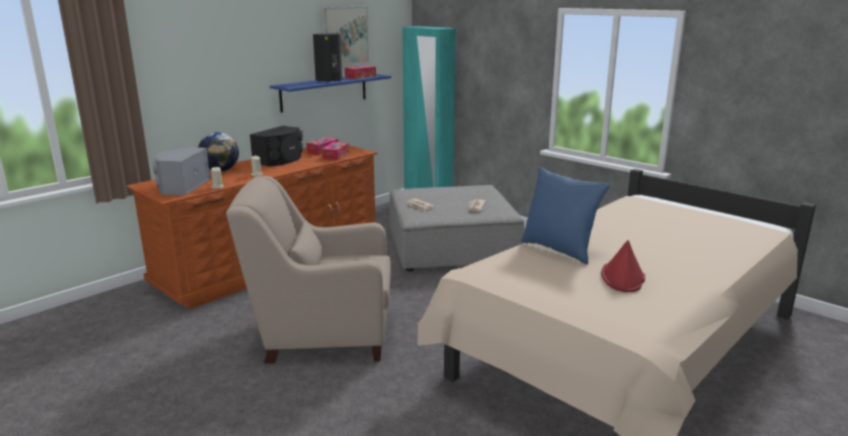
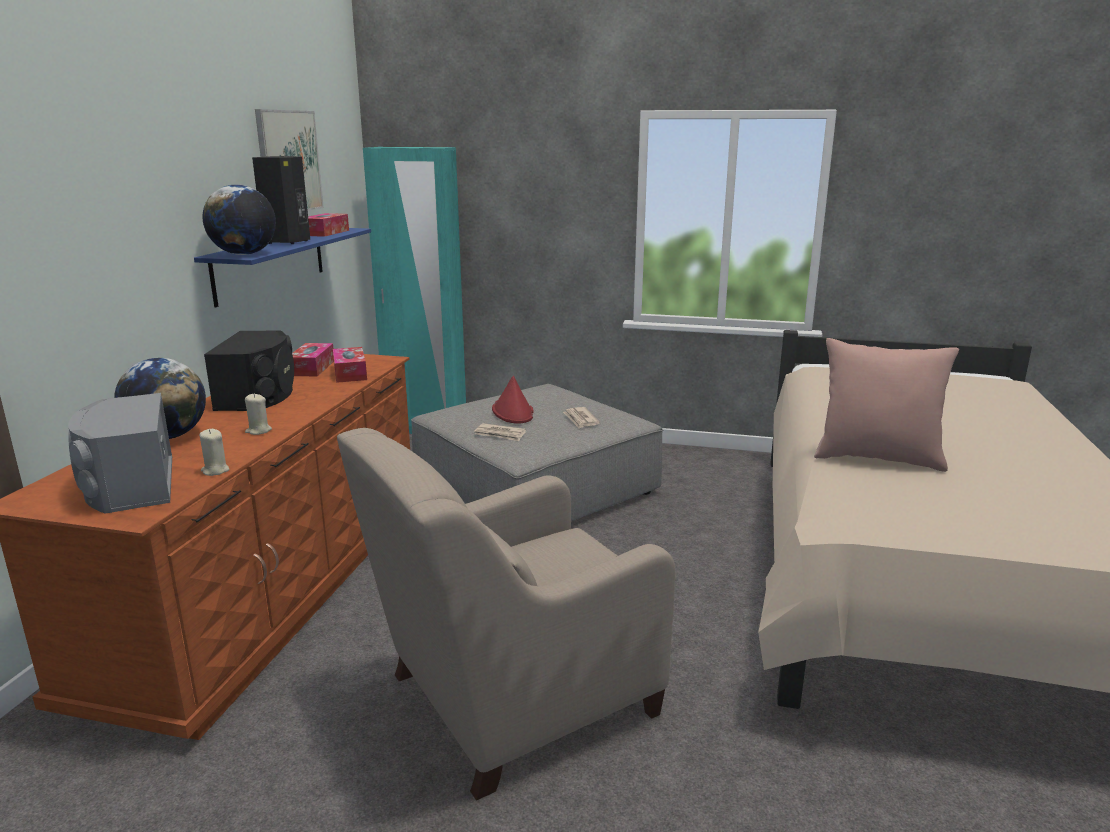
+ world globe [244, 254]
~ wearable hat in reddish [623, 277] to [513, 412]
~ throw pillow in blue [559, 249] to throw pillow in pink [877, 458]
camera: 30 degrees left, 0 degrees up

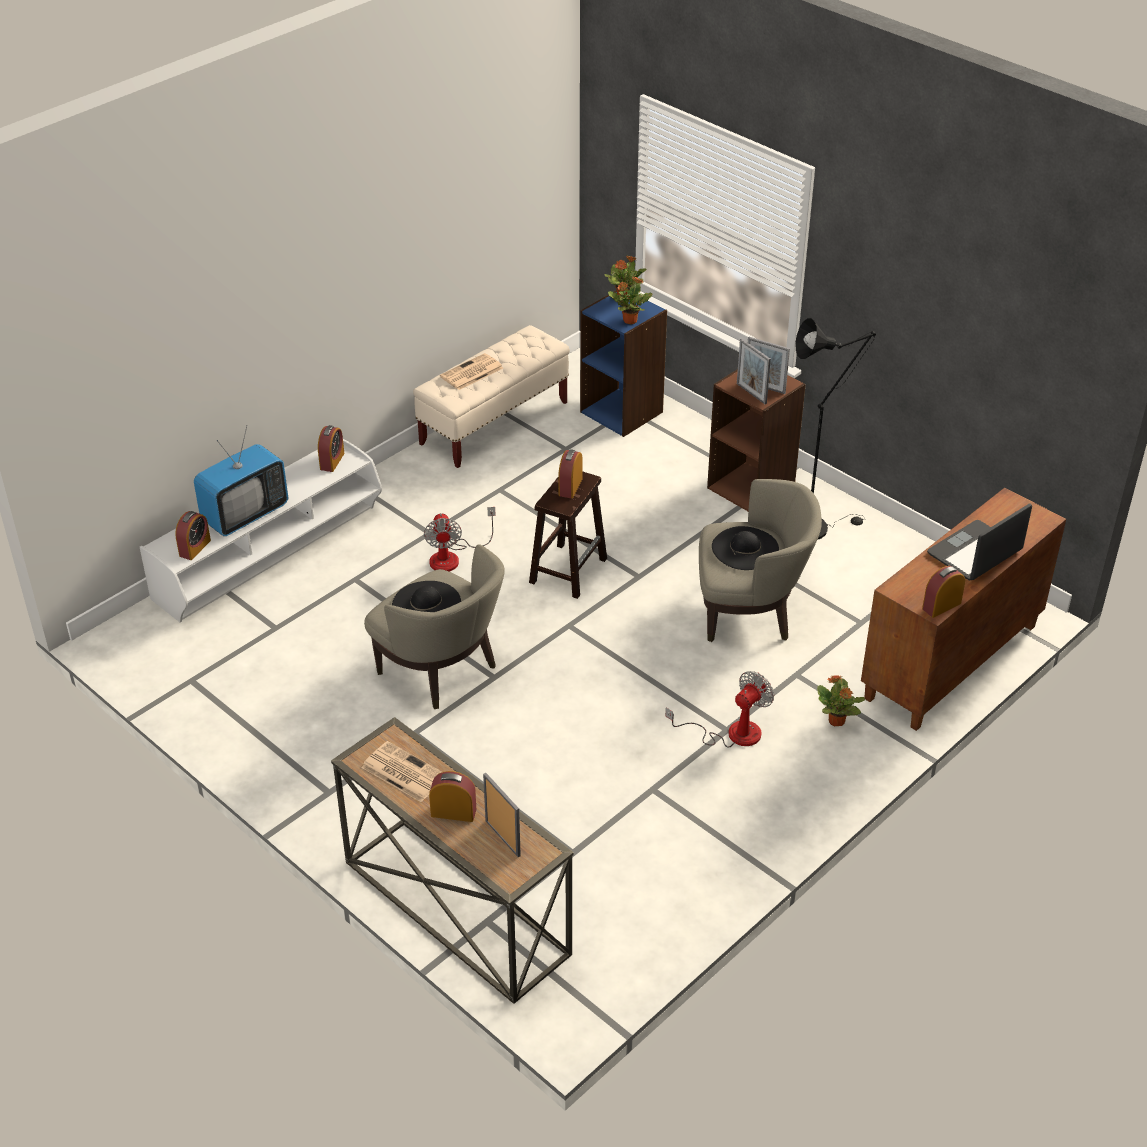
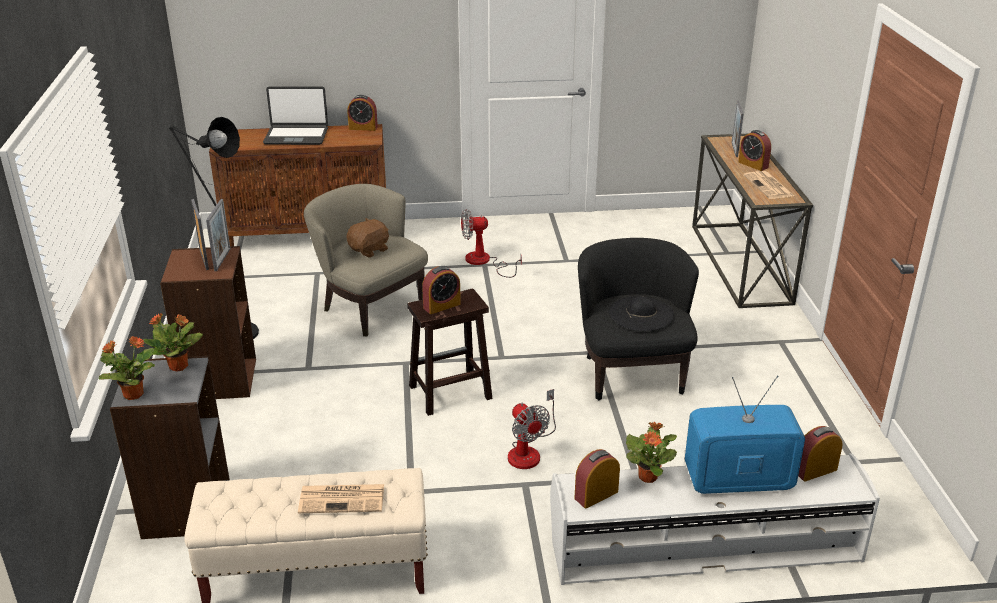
~ shelving unit in blue [622, 412] to shelving unit in grey [185, 509]
~ wearable hat in black-coloured [745, 548] to plush toy in brown [369, 250]
~ fan [452, 557] = [529, 451] 120 degrees clockwise
~ armchair in beige-coloured [441, 671] to armchair in black-coloured [631, 373]
~ potted plant [836, 721] to [648, 476]
camera: 140 degrees left, 10 degrees down

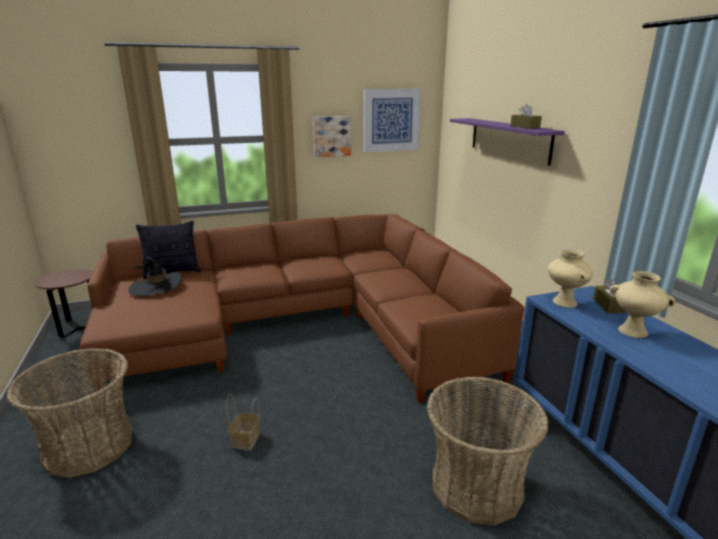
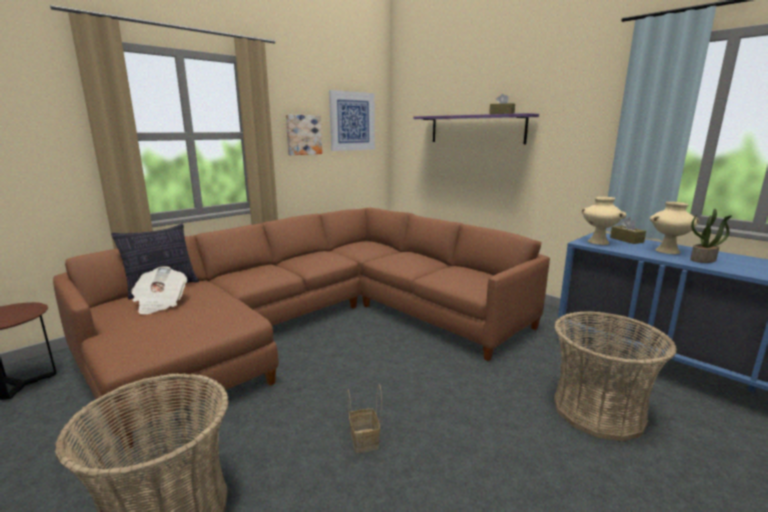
~ wearable hat in black-coloured [156, 287] to printed paper [160, 303]
+ potted plant [703, 260]
camera: 25 degrees left, 5 degrees down

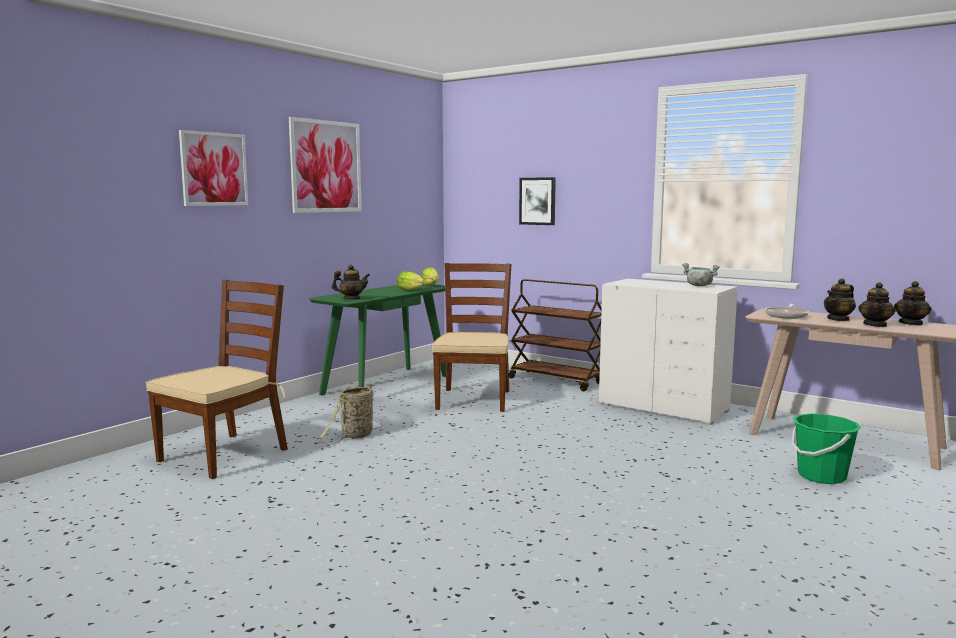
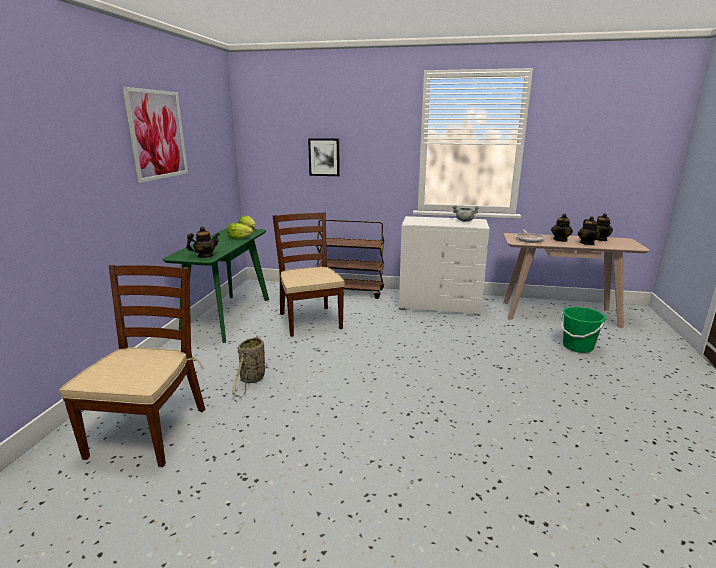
- wall picture [214, 169]
camera: 25 degrees left, 10 degrees up

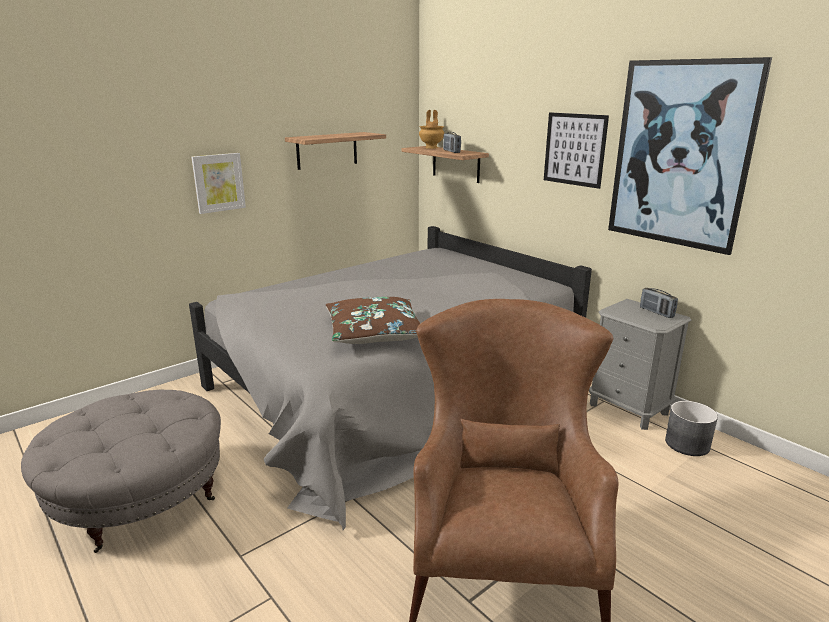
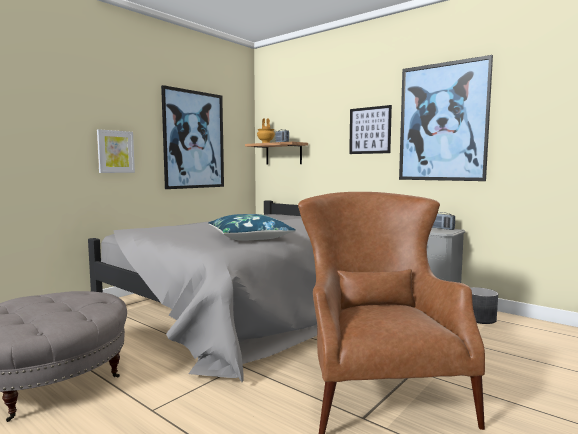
~ wall shelf [327, 150] to wall picture [194, 140]
~ throw pillow in brown [374, 332] to throw pillow in blue [250, 237]
camera: 10 degrees left, 15 degrees down

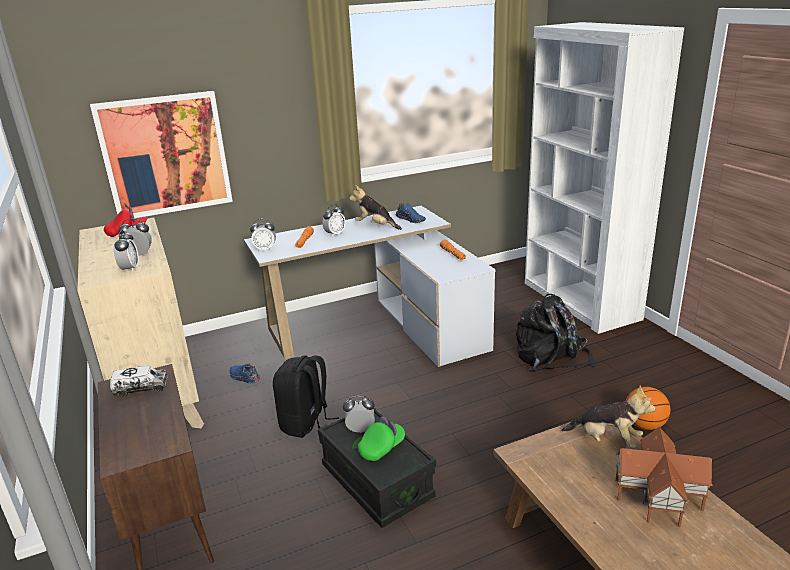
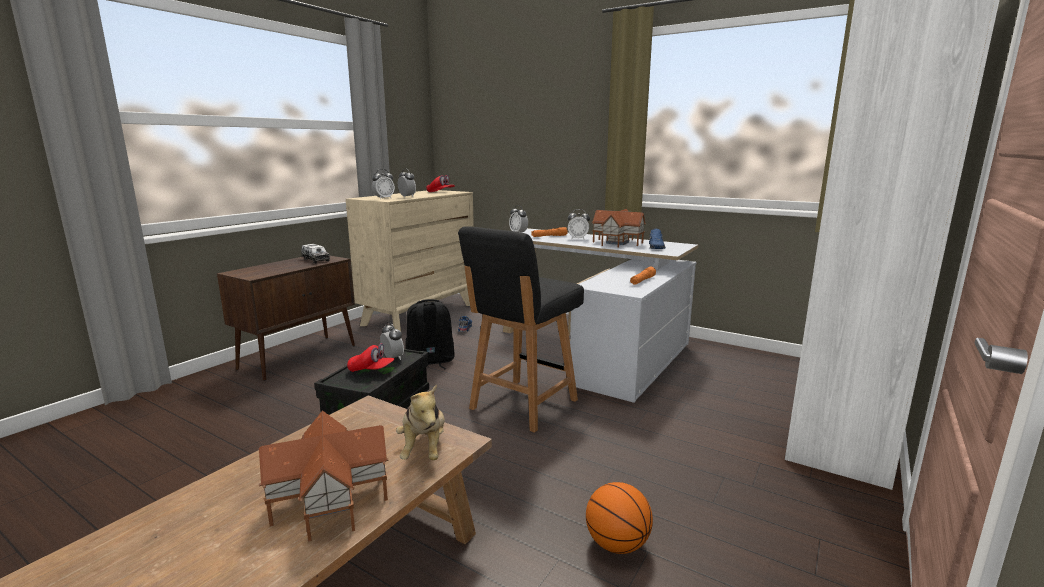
~ baseball cap in green [382, 448] to baseball cap in reddish [371, 370]
+ chair in black-coloured [522, 405]
~ plush toy [375, 226] to model house [618, 243]
- wall picture [165, 155]
- rucksack in black-coloured [551, 357]
camera: 55 degrees right, 10 degrees down

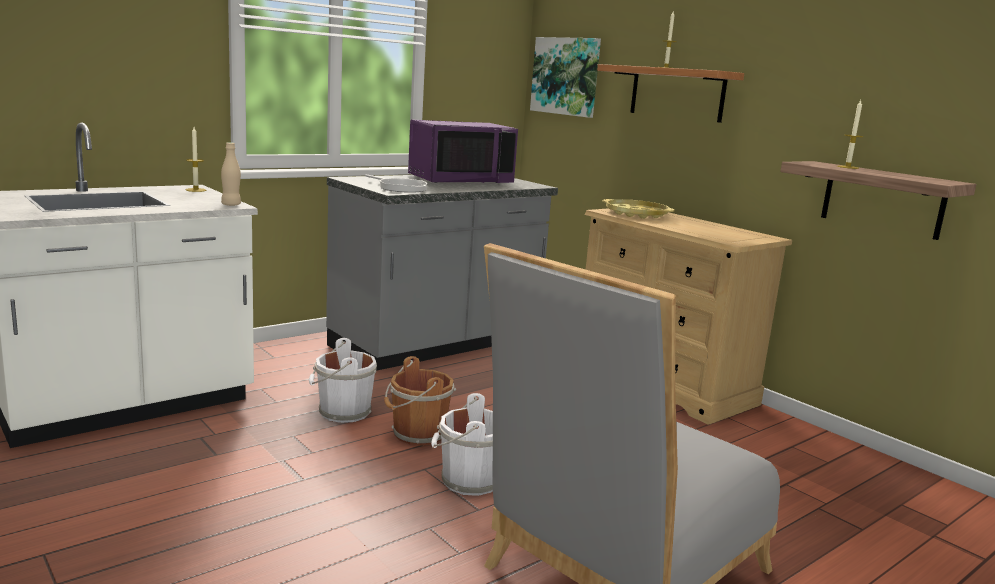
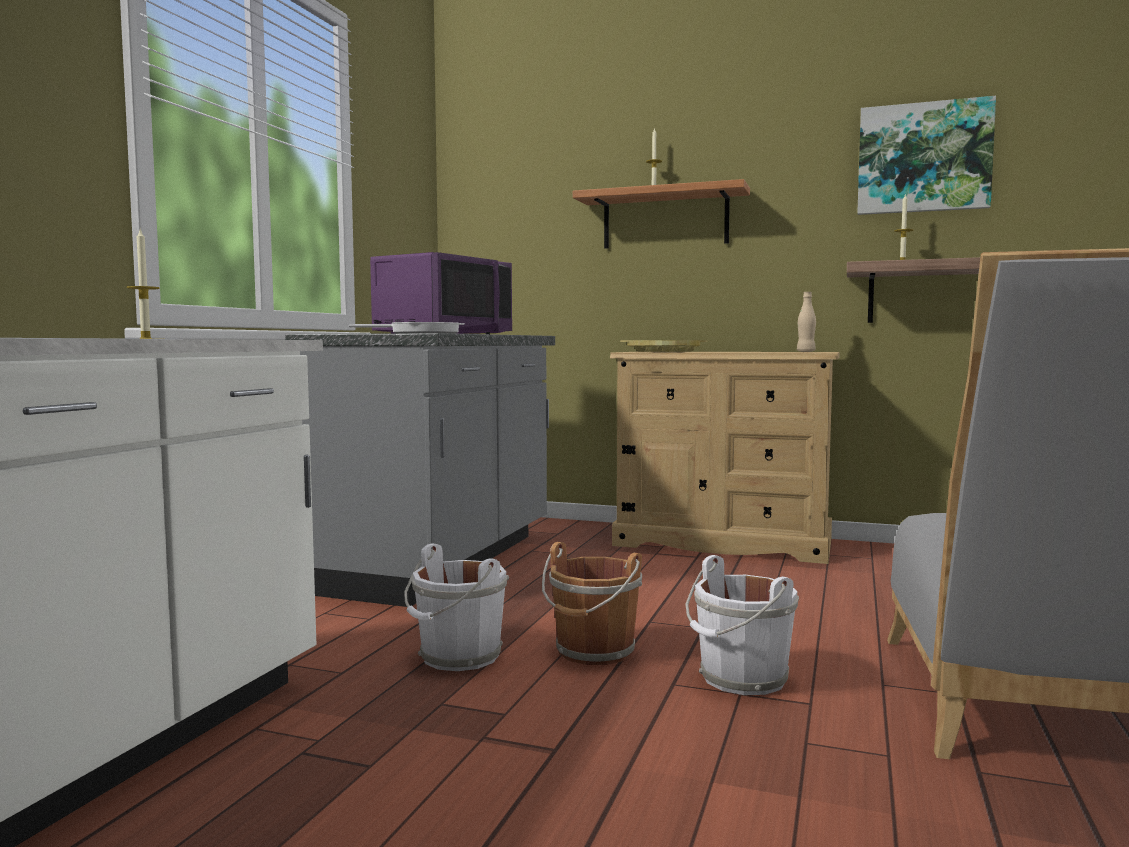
~ beverage bottle in beige-coloured [231, 205] to [806, 351]
~ wall picture [566, 76] to [923, 158]
camera: 30 degrees left, 10 degrees down

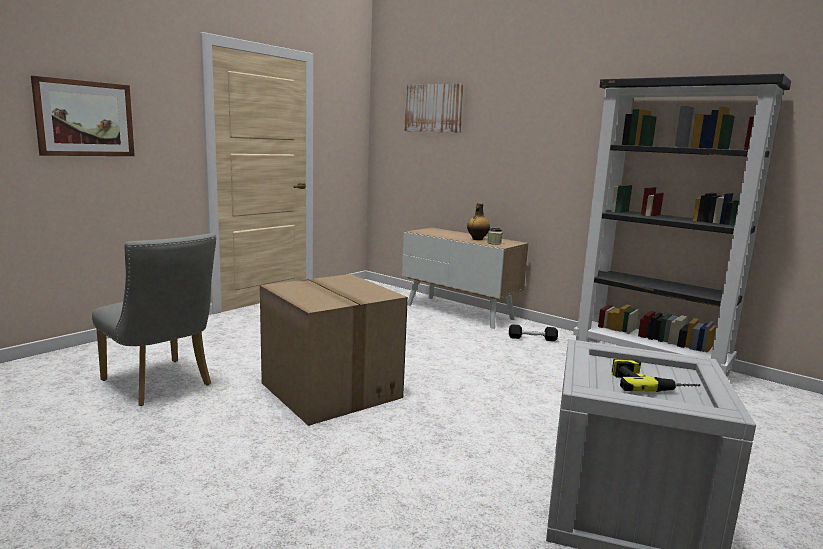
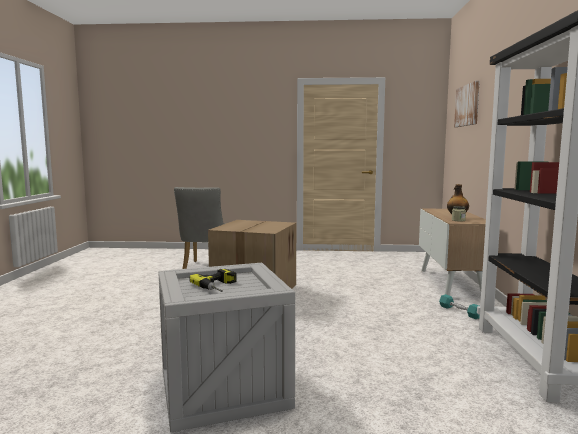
~ dumbbell in black-coloured [532, 338] to dumbbell in blue-green [459, 312]
- wall picture [85, 118]
camera: 55 degrees right, 5 degrees down

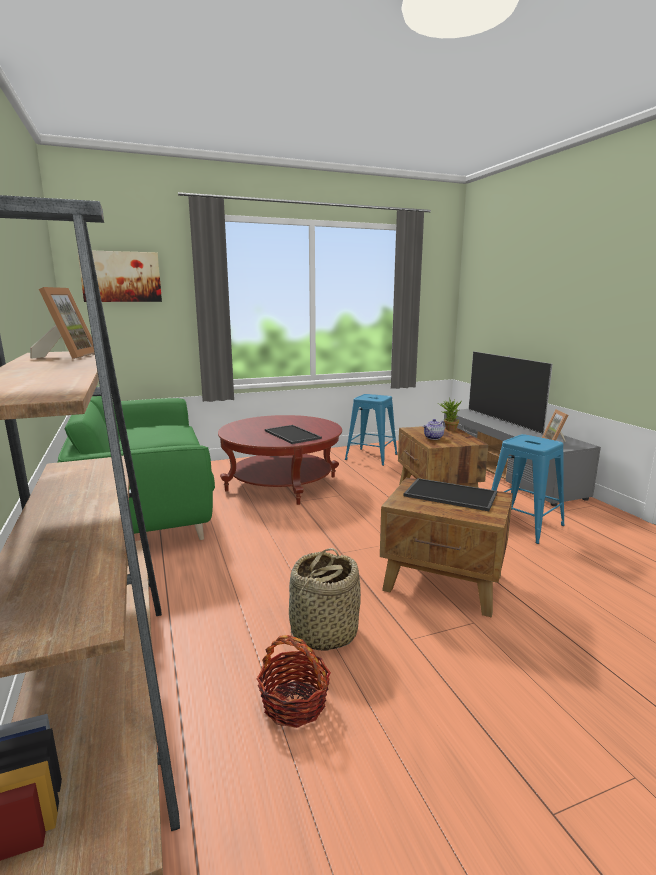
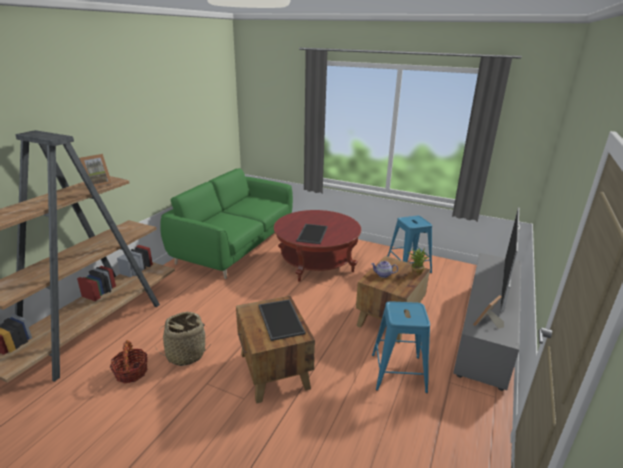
- wall picture [121, 277]
camera: 45 degrees right, 10 degrees up

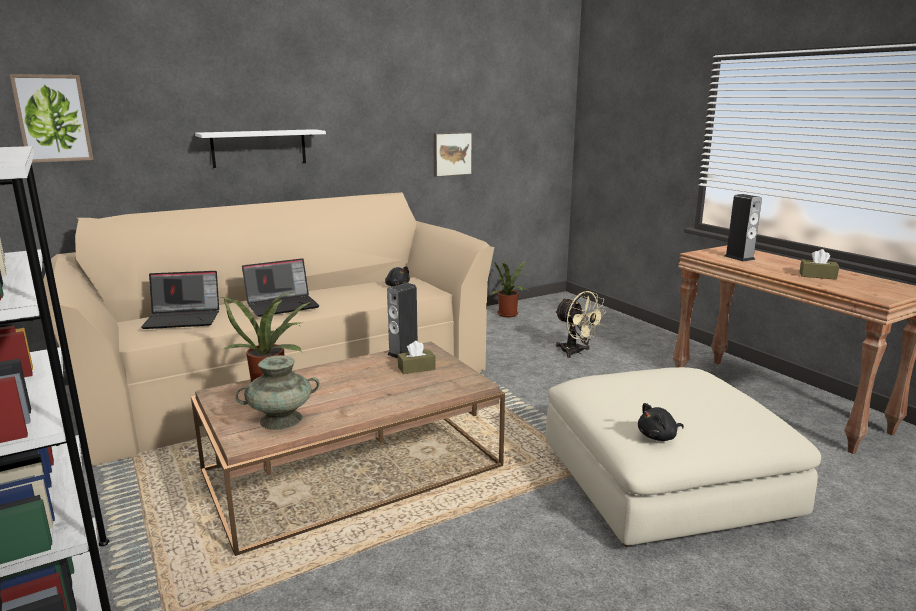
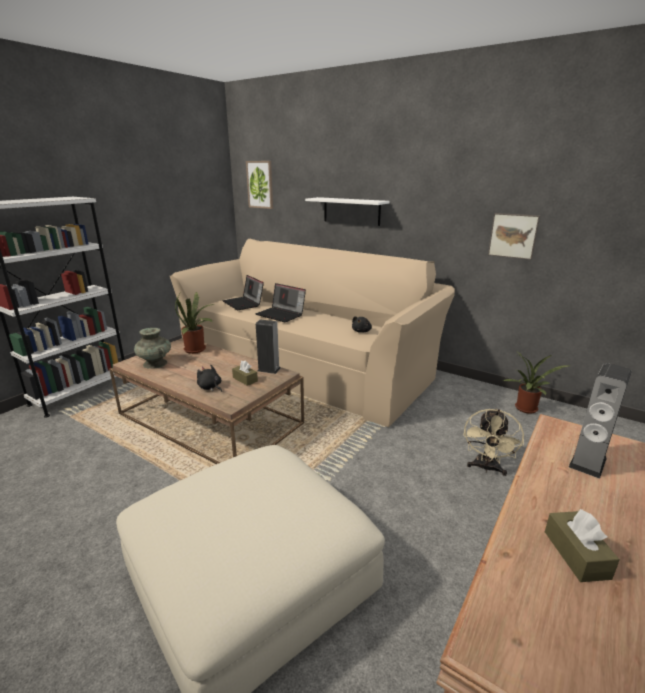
~ plush toy in black-coloured [658, 437] to [210, 387]
camera: 65 degrees right, 5 degrees up

